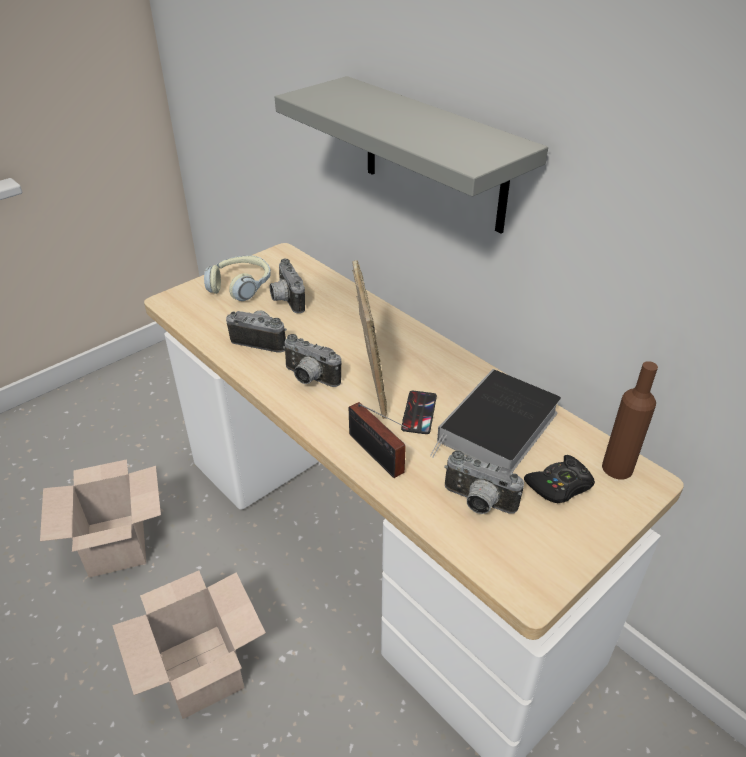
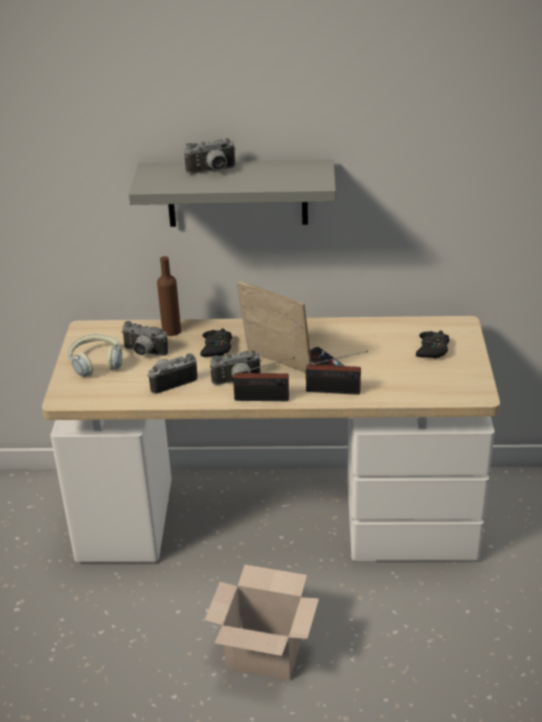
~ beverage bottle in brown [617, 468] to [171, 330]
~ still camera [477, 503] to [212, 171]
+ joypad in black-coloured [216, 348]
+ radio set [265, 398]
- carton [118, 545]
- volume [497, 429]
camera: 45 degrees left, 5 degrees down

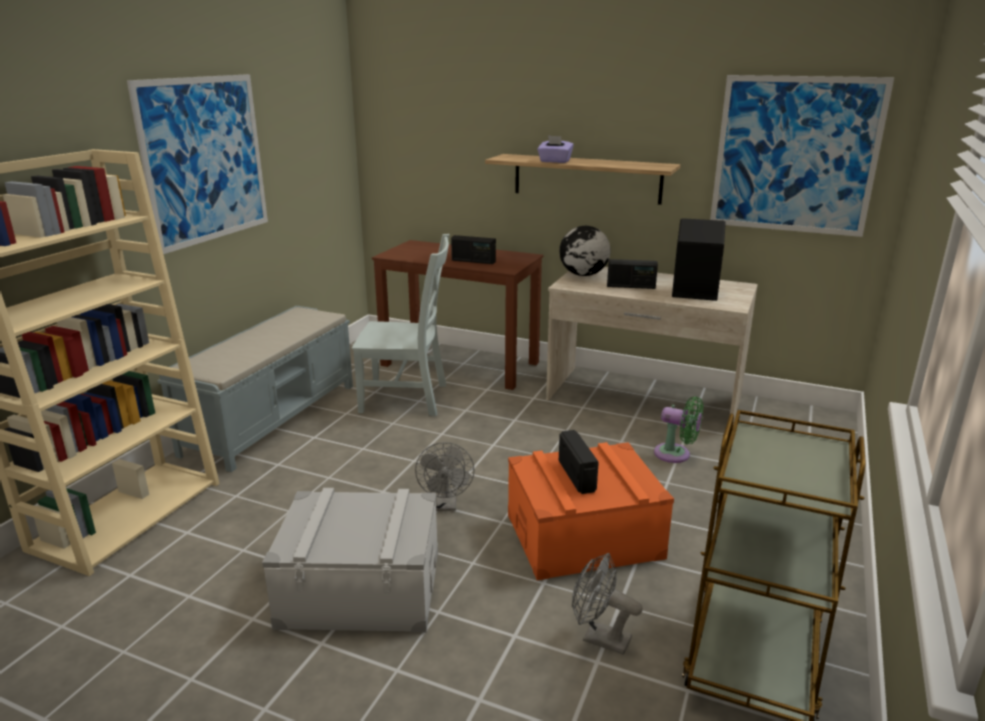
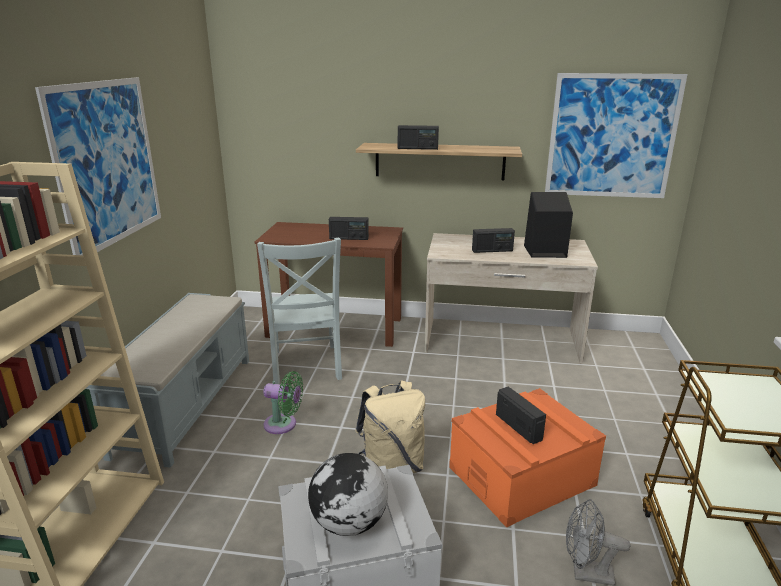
~ chair in grey [408, 399] = [306, 367] 90 degrees clockwise
~ fan in green [676, 454] to [283, 424]
~ world globe [583, 275] to [348, 523]
~ fan in grey [446, 505] to rucksack in beige-coloured [392, 467]
~ box of tissues in purple [554, 161] to radio set [417, 148]
camera: 15 degrees left, 0 degrees up

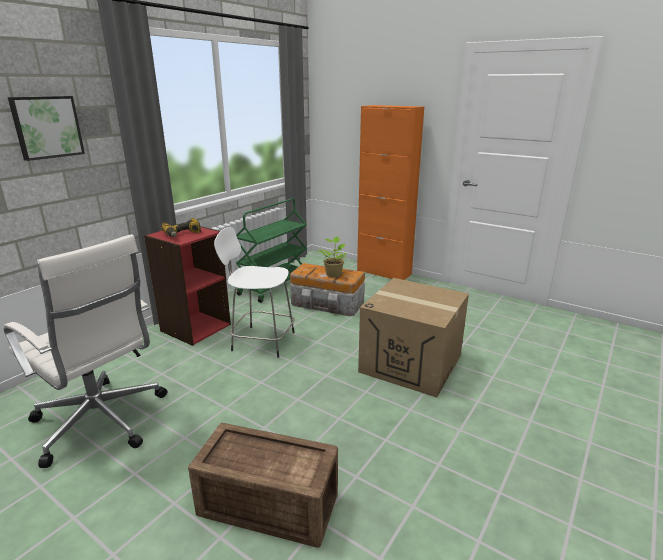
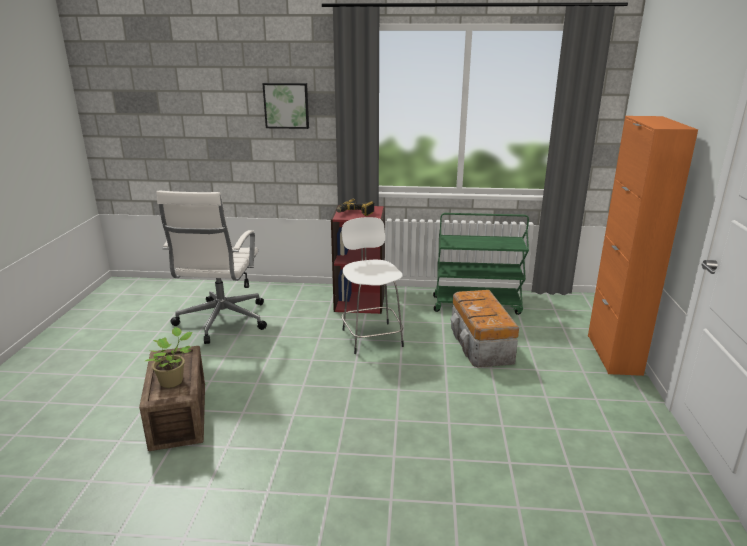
~ potted plant [333, 274] to [173, 381]
- carton [411, 363]
camera: 60 degrees right, 0 degrees up

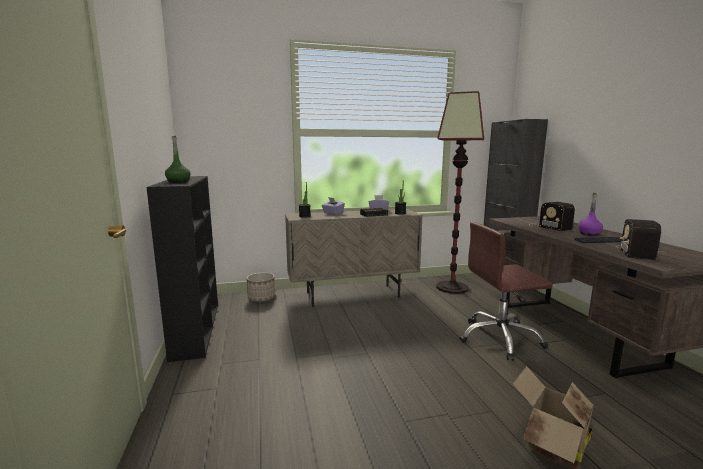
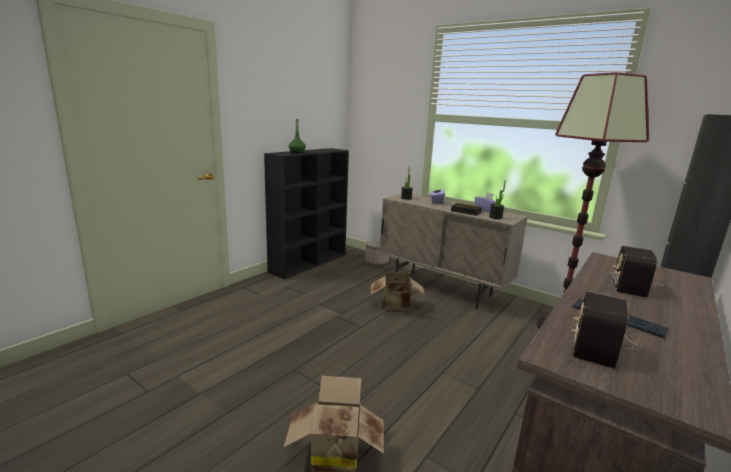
+ carton [397, 306]
~ radio set [637, 252] = [599, 342] 45 degrees counterclockwise
- computer chair in brown [500, 339]
- beverage bottle in purple [589, 233]
camera: 50 degrees right, 5 degrees up

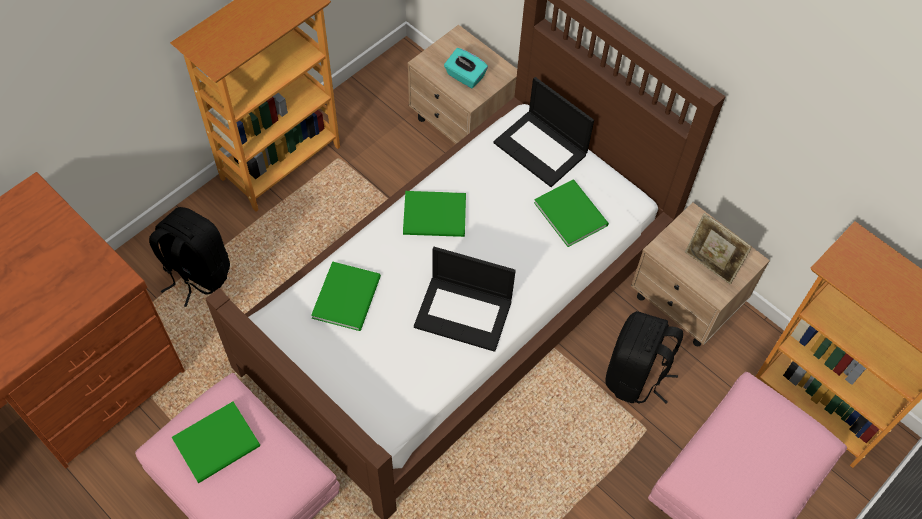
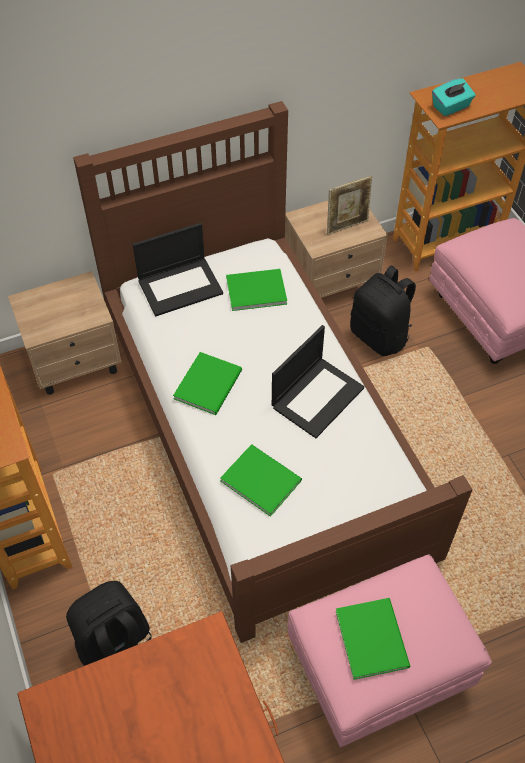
~ box of tissues in blue-green [465, 76] to [451, 107]
camera: 65 degrees left, 5 degrees down

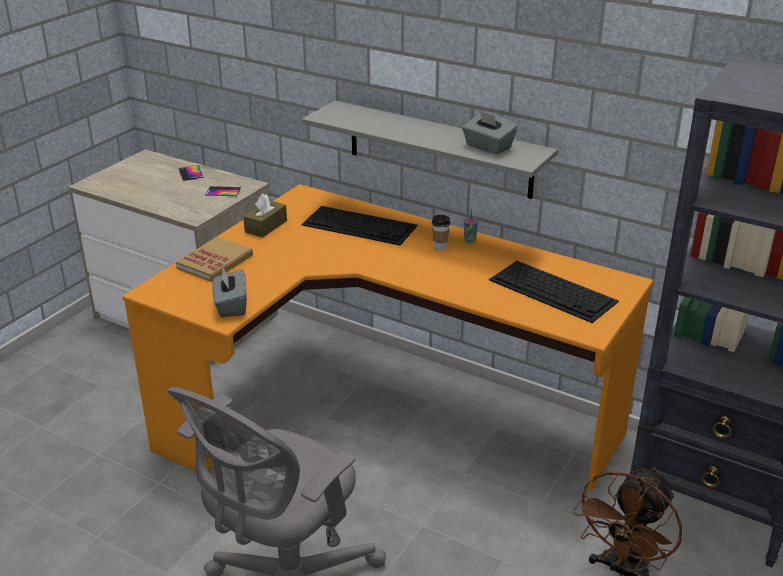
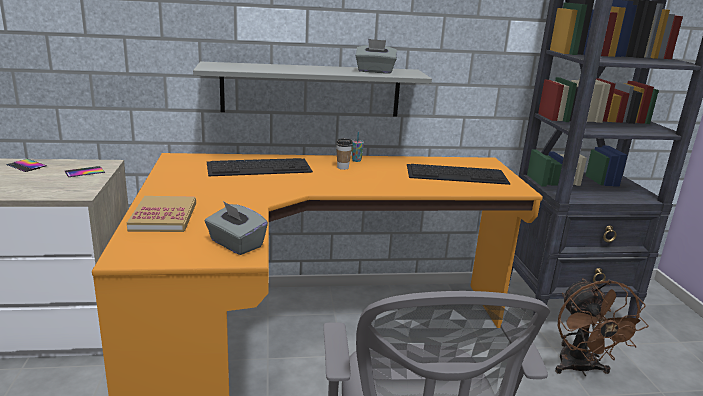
- box of tissues in brown [266, 226]
camera: 40 degrees left, 10 degrees down

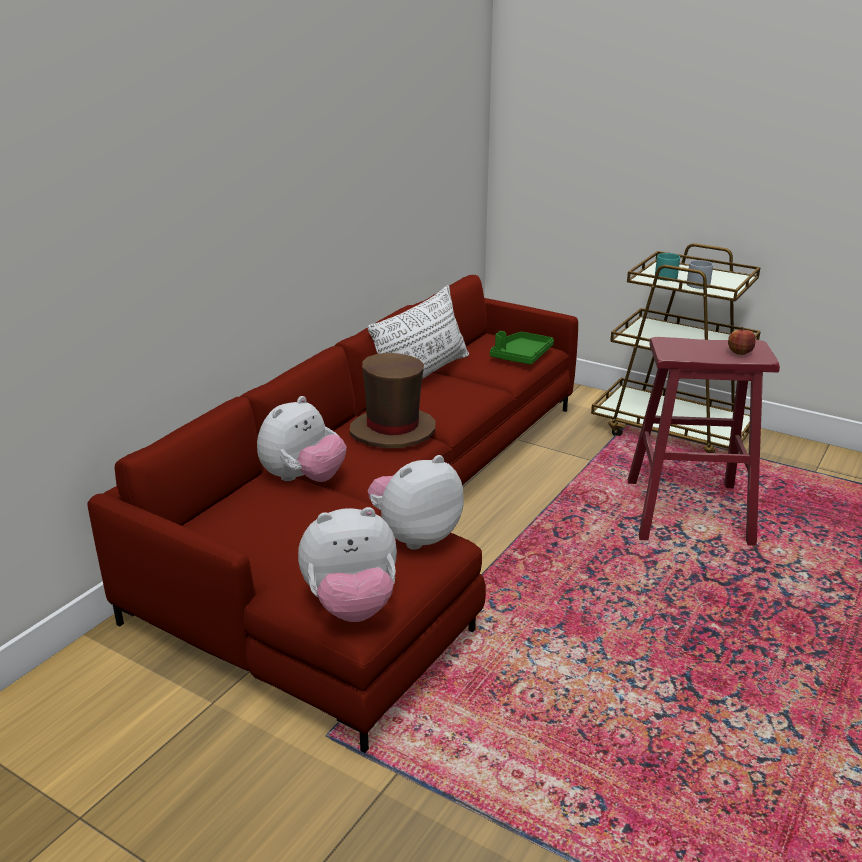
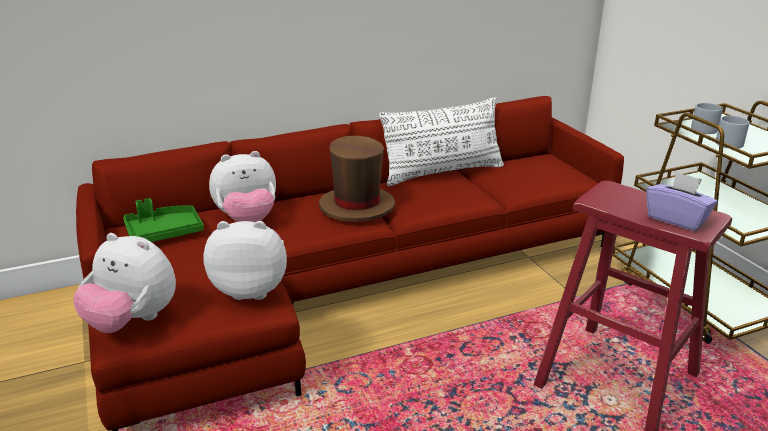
~ tray in green [521, 356] to [164, 233]
~ apple fruit [739, 353] to box of tissues in purple [676, 219]
~ coffee mug in blue-green [665, 276] to coffee mug in grey [705, 128]
camera: 35 degrees right, 0 degrees up

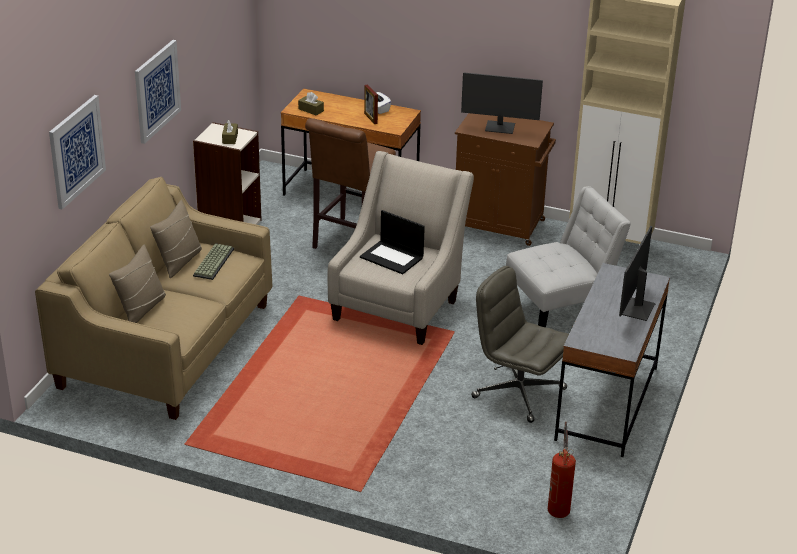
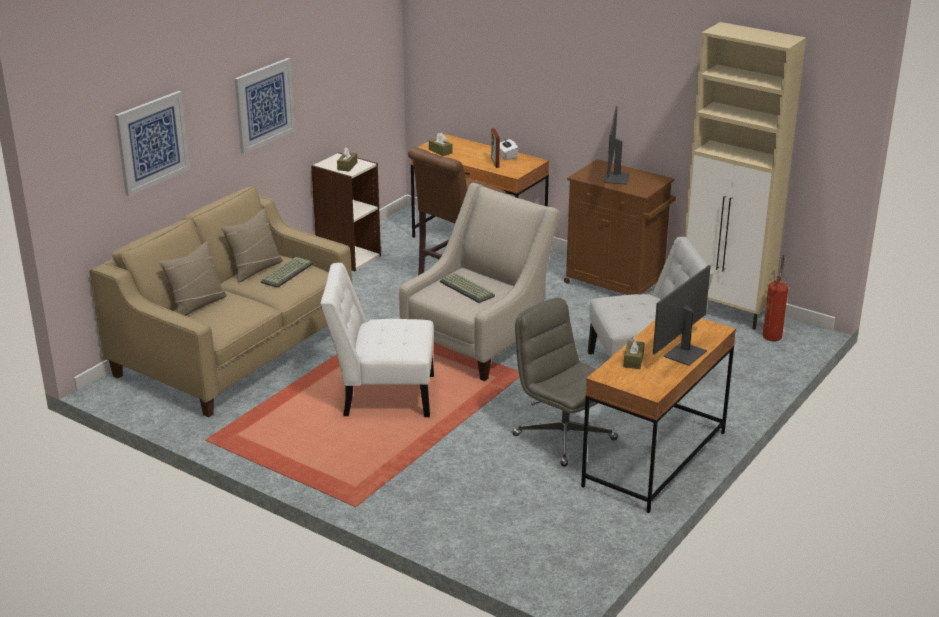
+ chair in whitish [382, 395]
~ laptop [392, 257] to keyboard [468, 289]
~ desk unit in grey [606, 403] to desk unit in brown [654, 459]
~ computer screen [500, 128] = [615, 178] 75 degrees clockwise
+ box of tissues in brown [633, 360]
~ fire-fighting cylinder [558, 507] to [772, 334]
camera: 15 degrees right, 5 degrees down

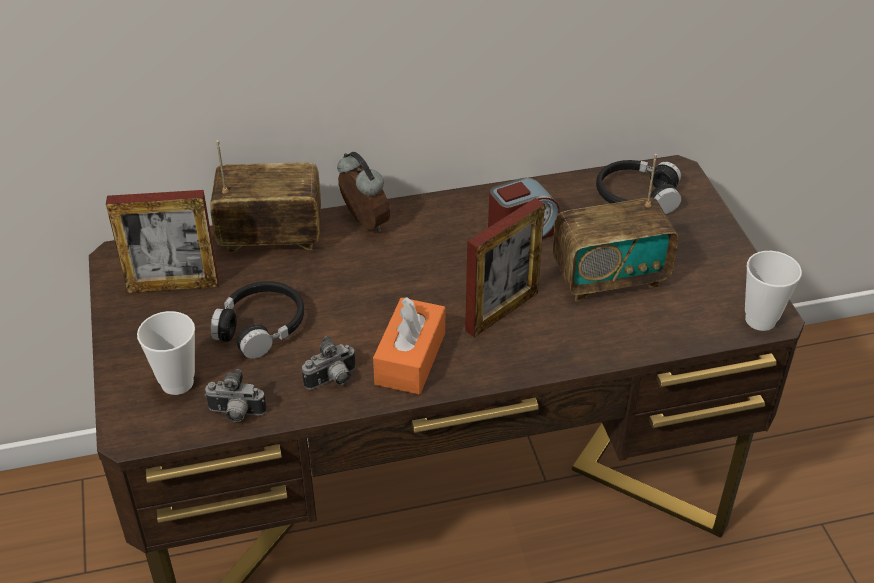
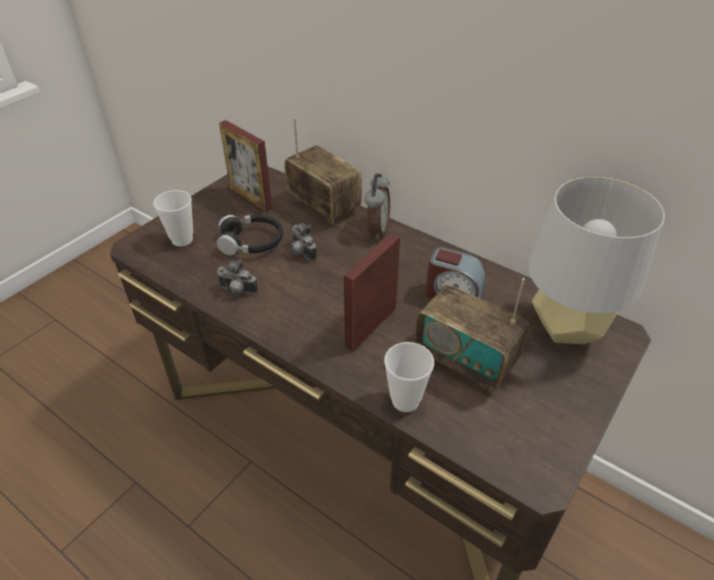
~ still camera [236, 414] to [301, 252]
~ picture frame [502, 311] = [371, 327] 120 degrees clockwise
~ small cup [760, 320] to [405, 401]
~ headset in black-coloured [636, 196] to table lamp in grey [565, 328]
- box of tissues in orange [410, 358]
camera: 50 degrees right, 0 degrees up

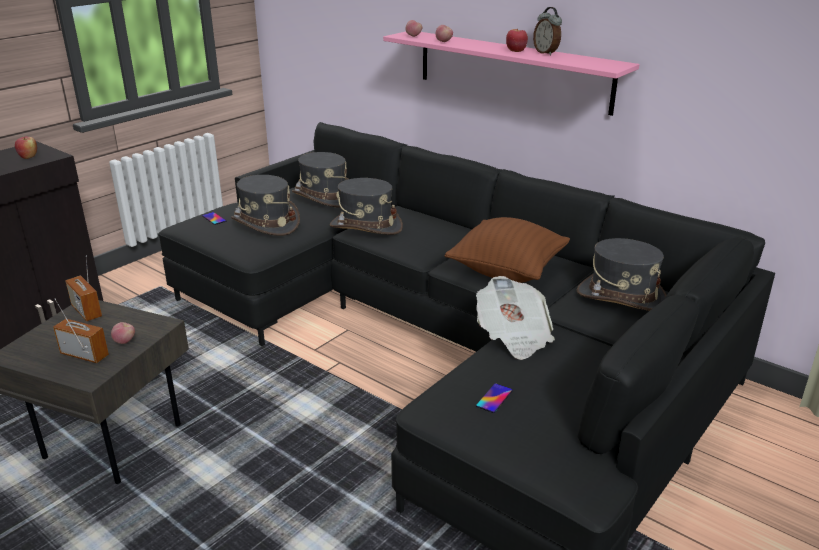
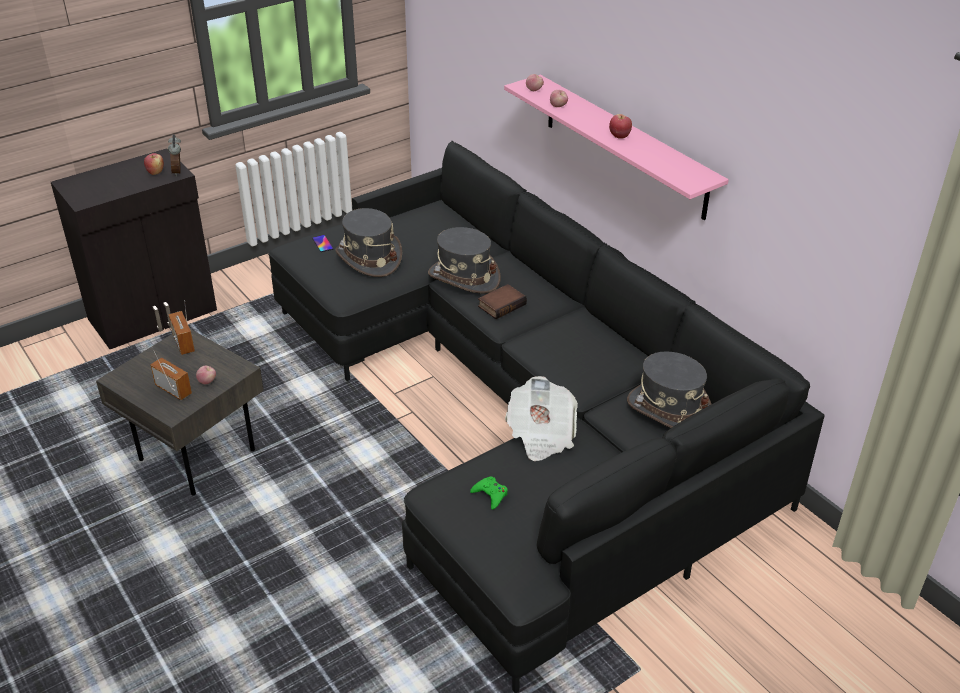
~ alarm clock [546, 53] to [179, 171]
~ phone [494, 398] to joypad in green [490, 495]
+ volume [501, 304]
- wearable hat in grey [323, 197]
- throw pillow in brown [507, 271]
camera: 15 degrees right, 10 degrees up

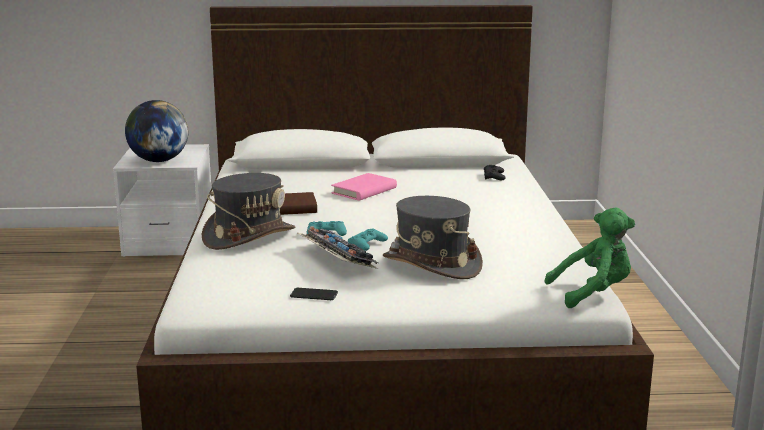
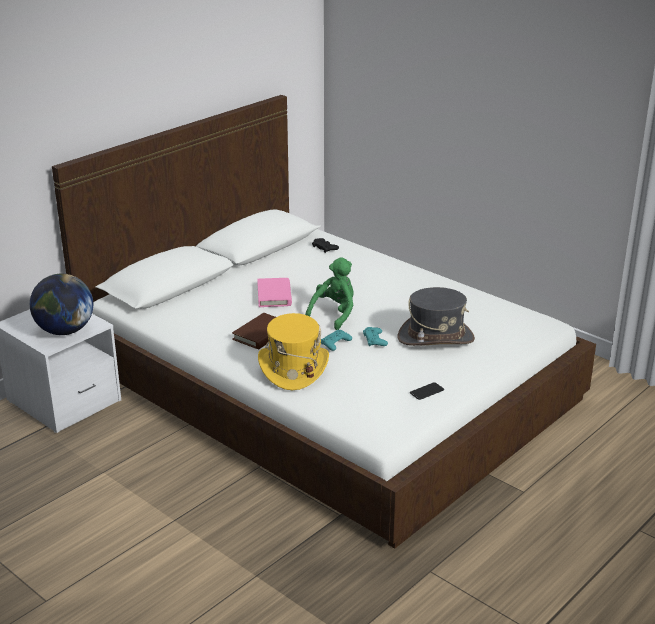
~ wearable hat in grey [249, 236] to wearable hat in yellow-coloured [293, 368]
~ plush toy in green [593, 293] to [334, 314]
- keyboard [335, 258]
camera: 45 degrees left, 10 degrees up

